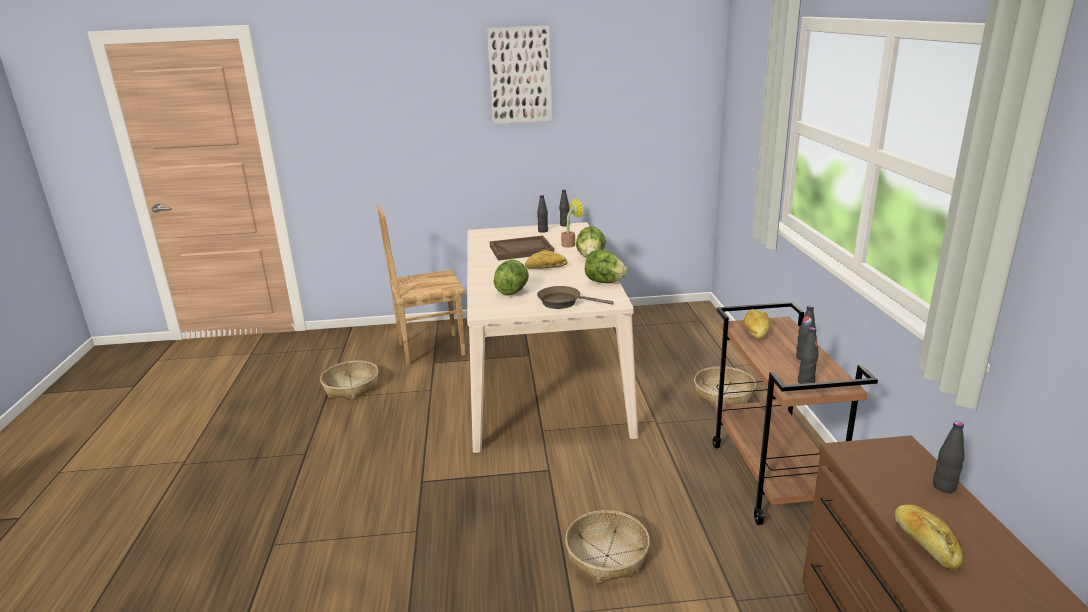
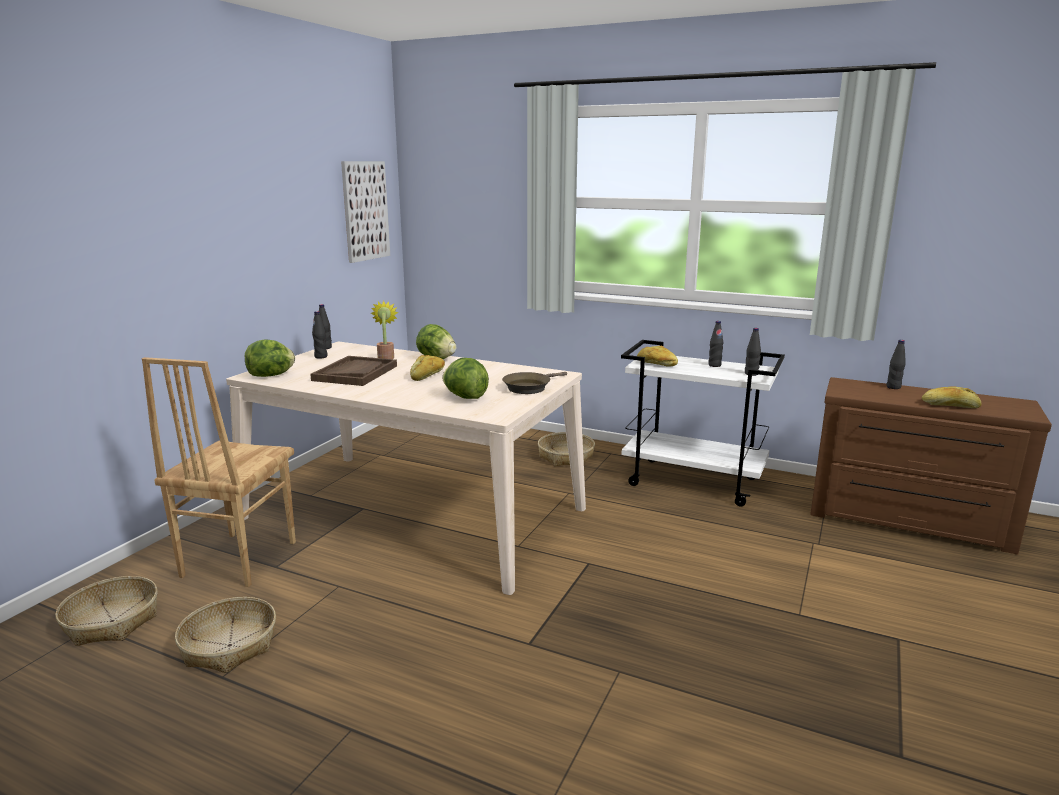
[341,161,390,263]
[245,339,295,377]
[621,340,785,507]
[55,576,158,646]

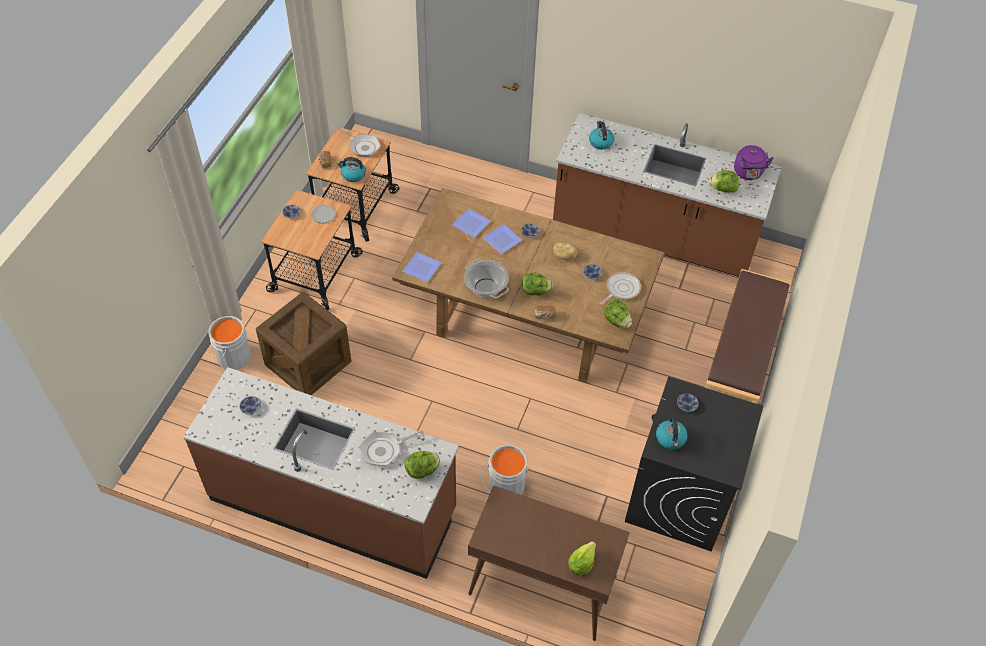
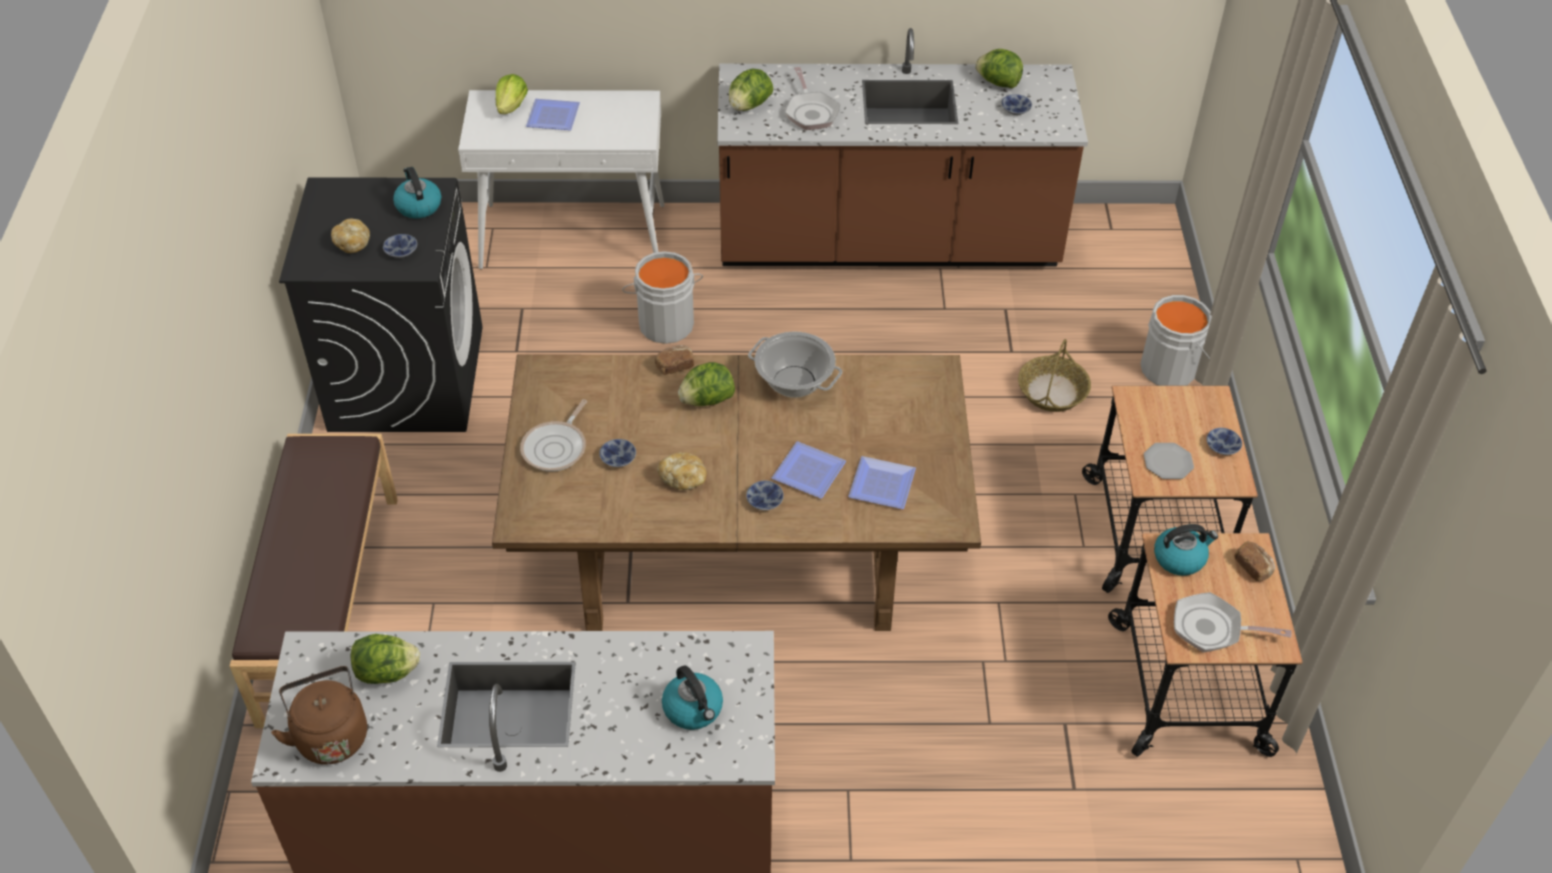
[271,666,367,765]
[526,99,580,130]
[1018,339,1091,412]
[975,49,1023,88]
[785,67,841,130]
[458,90,665,269]
[331,219,370,253]

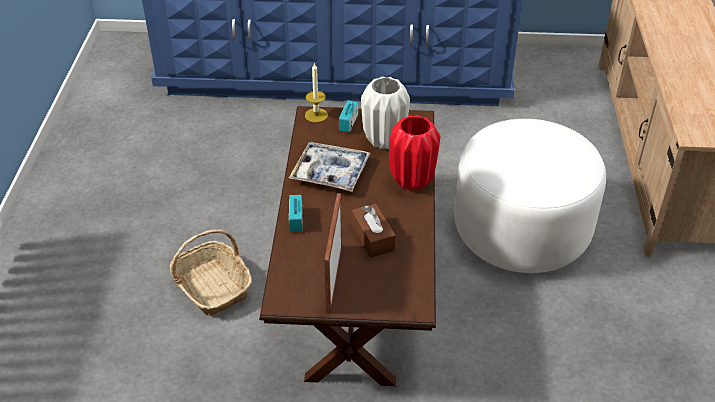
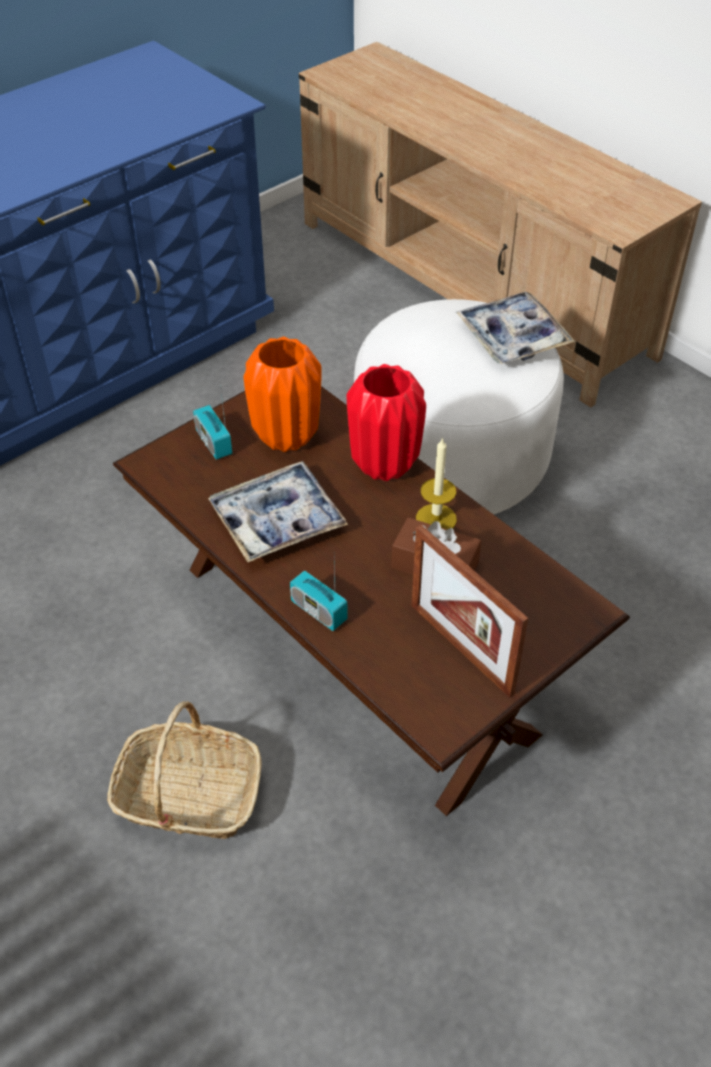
[416,437,457,529]
[244,337,321,452]
[456,291,575,364]

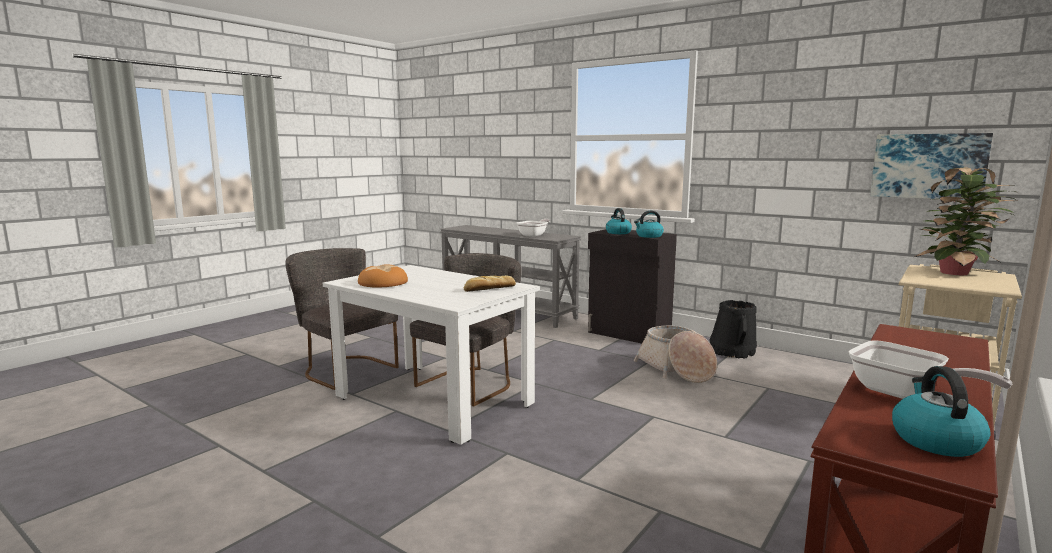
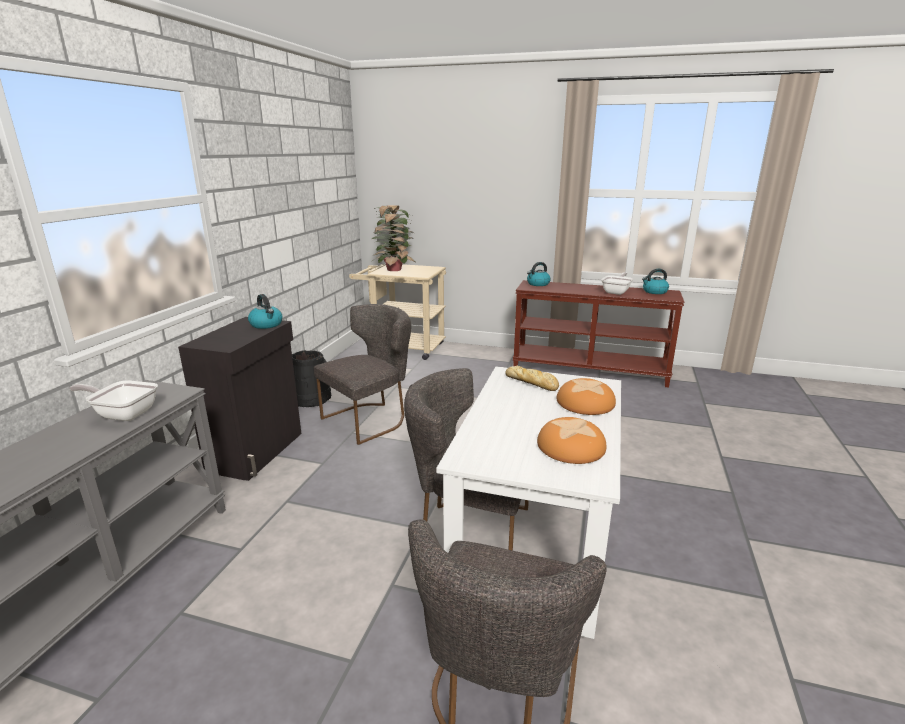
[870,133,993,200] (first image)
[527,262,551,286]
[314,304,411,445]
[557,378,616,415]

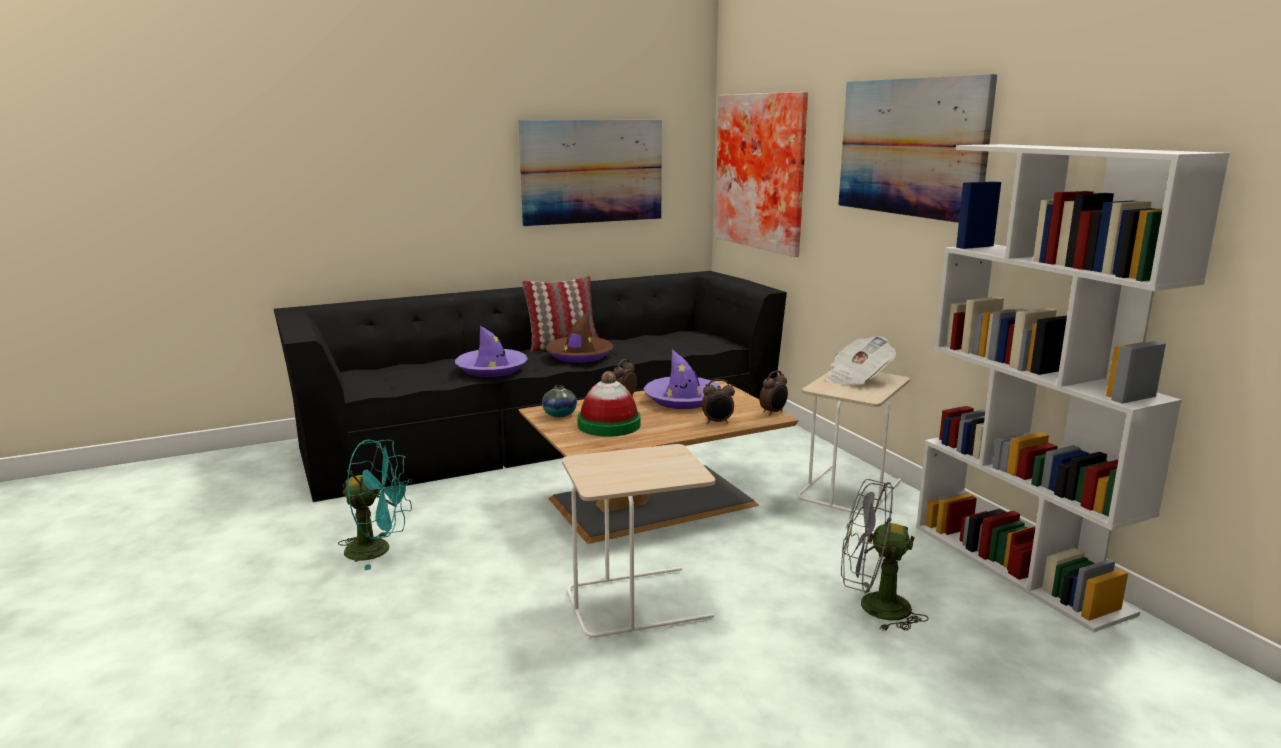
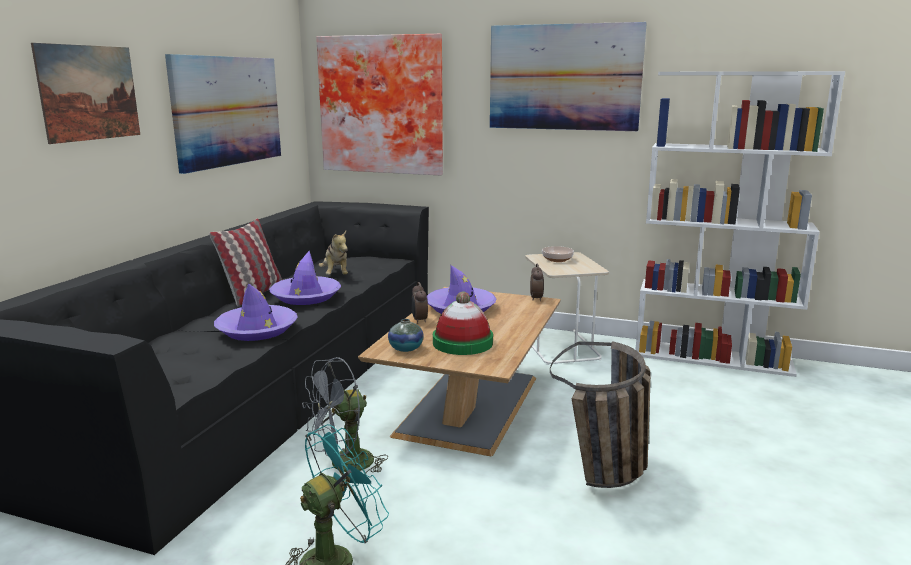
[269,251,341,305]
[542,246,574,262]
[702,379,735,423] (first image)
[550,341,651,488]
[302,357,388,473]
[31,43,140,144]
[319,231,348,275]

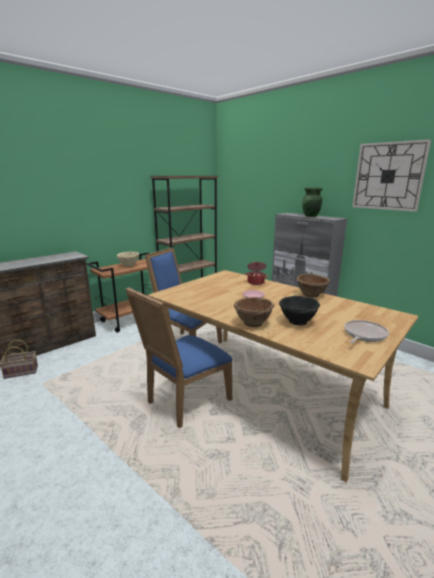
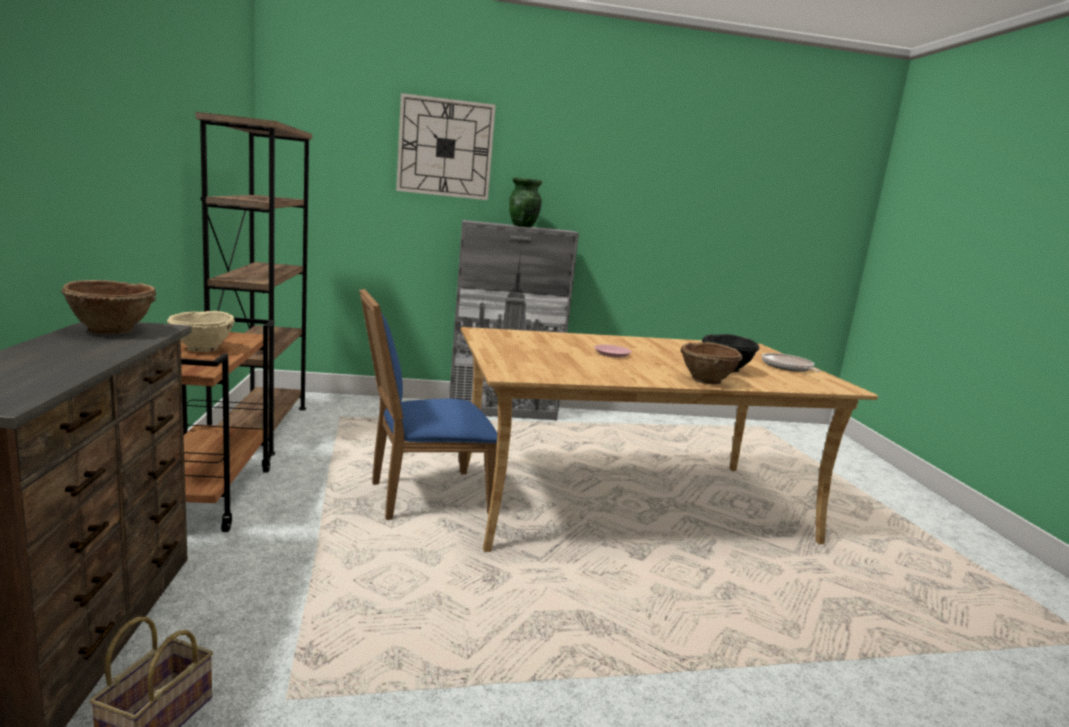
[396,93,496,200]
[245,262,268,285] (first image)
[61,280,157,334]
[125,287,233,428] (first image)

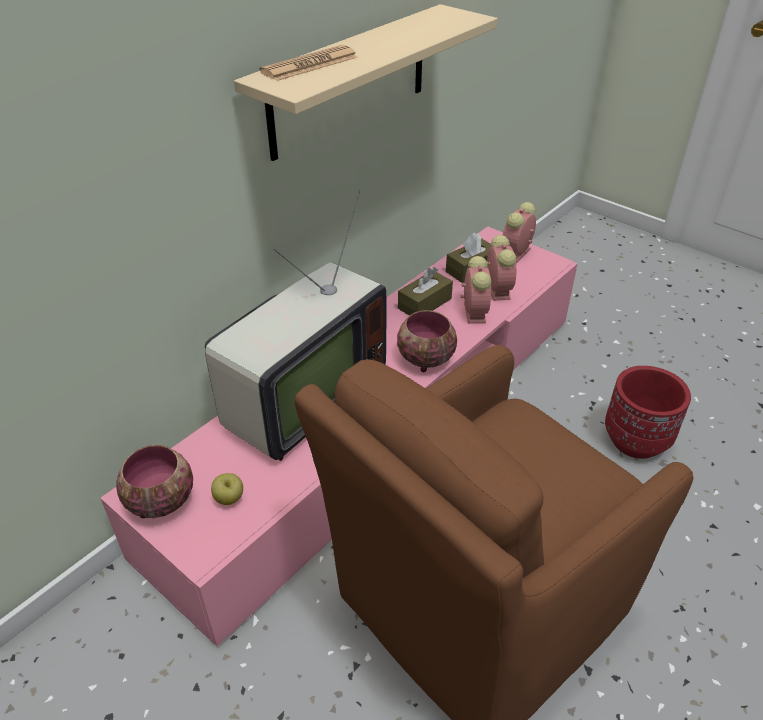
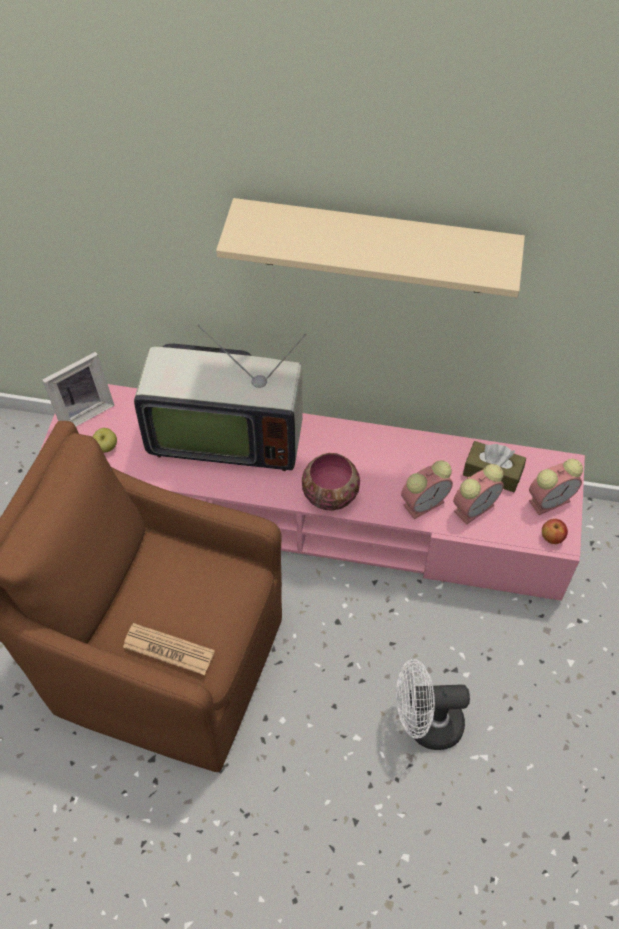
[123,623,215,675]
[529,459,583,515]
[398,267,453,316] (first image)
[396,659,470,750]
[42,352,114,426]
[542,519,568,544]

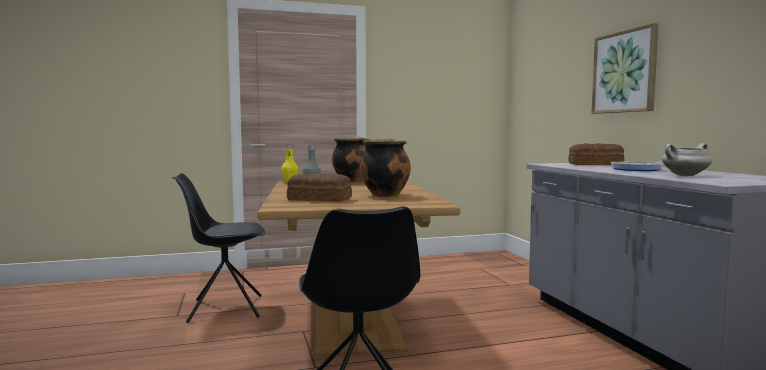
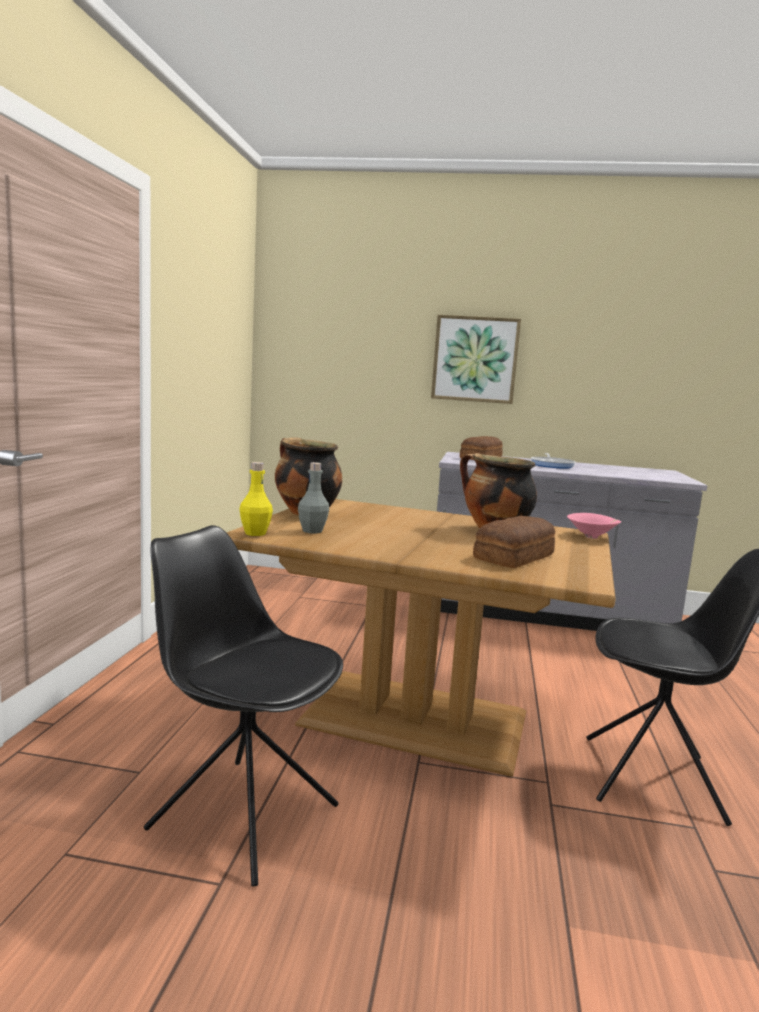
[662,143,712,176] (first image)
[144,525,343,887]
[567,513,621,539]

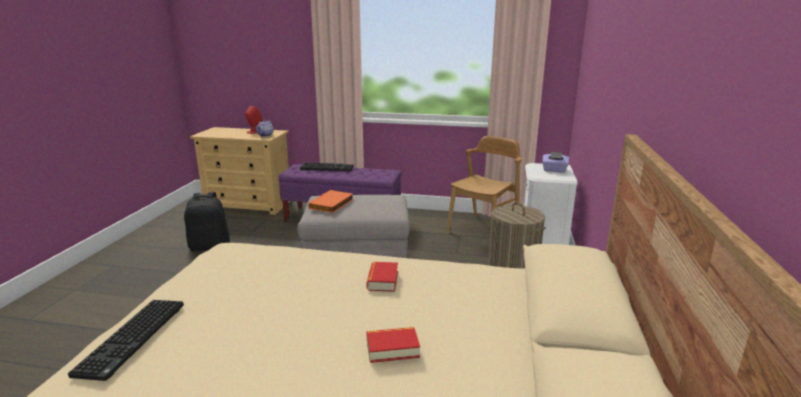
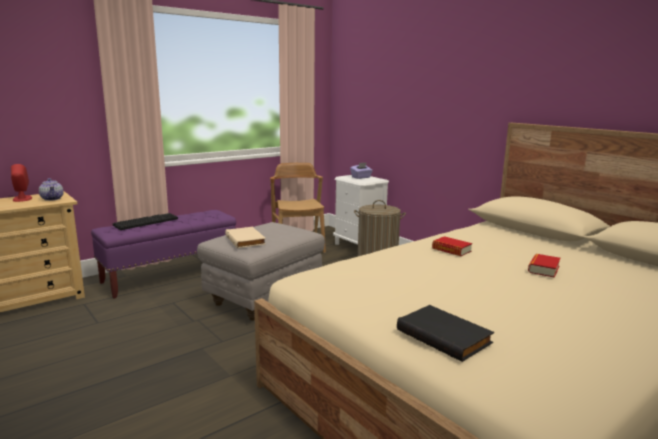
[225,227,266,248]
[184,192,230,251] (first image)
[397,305,494,362]

